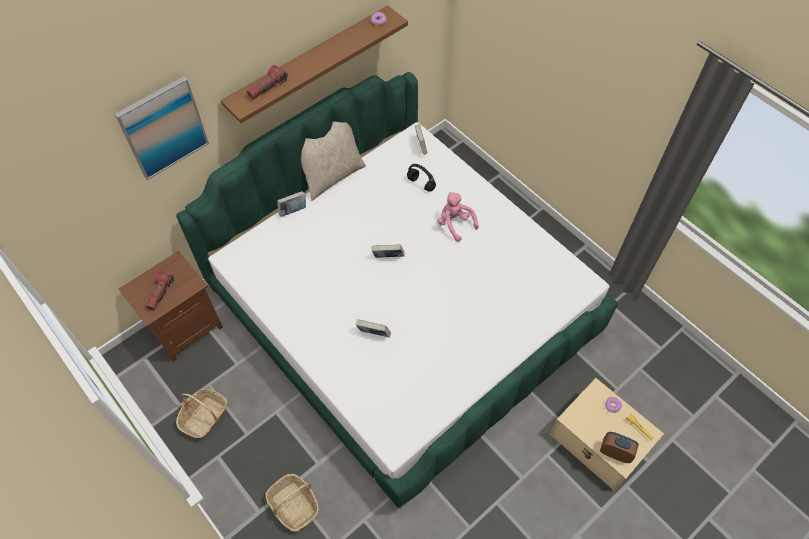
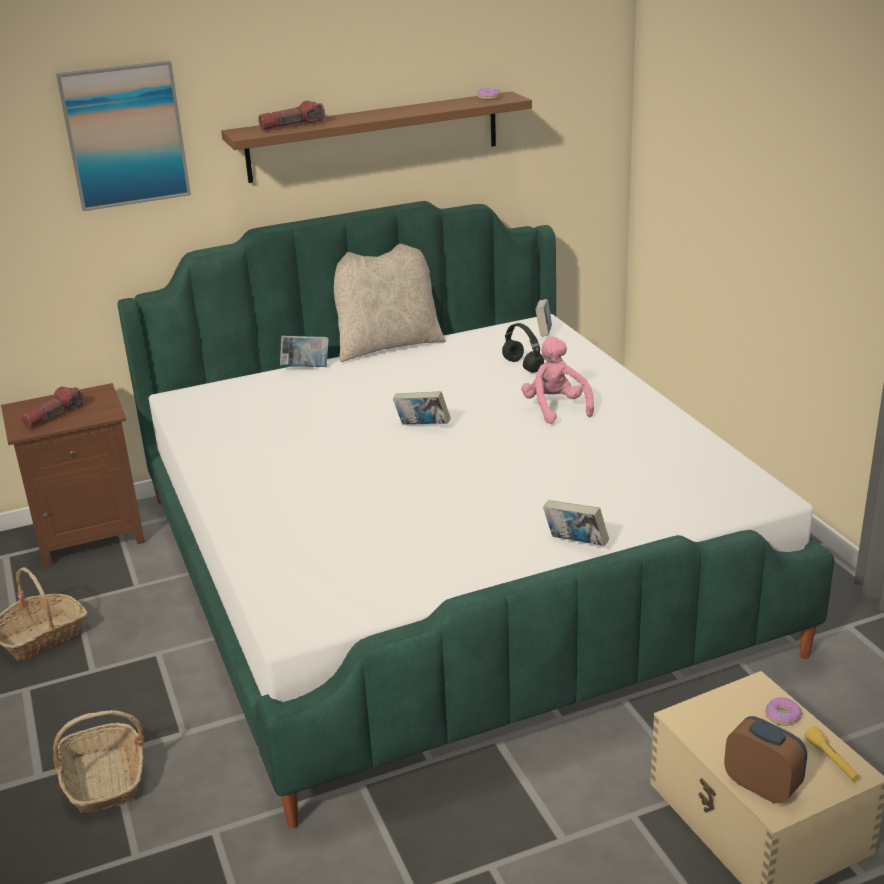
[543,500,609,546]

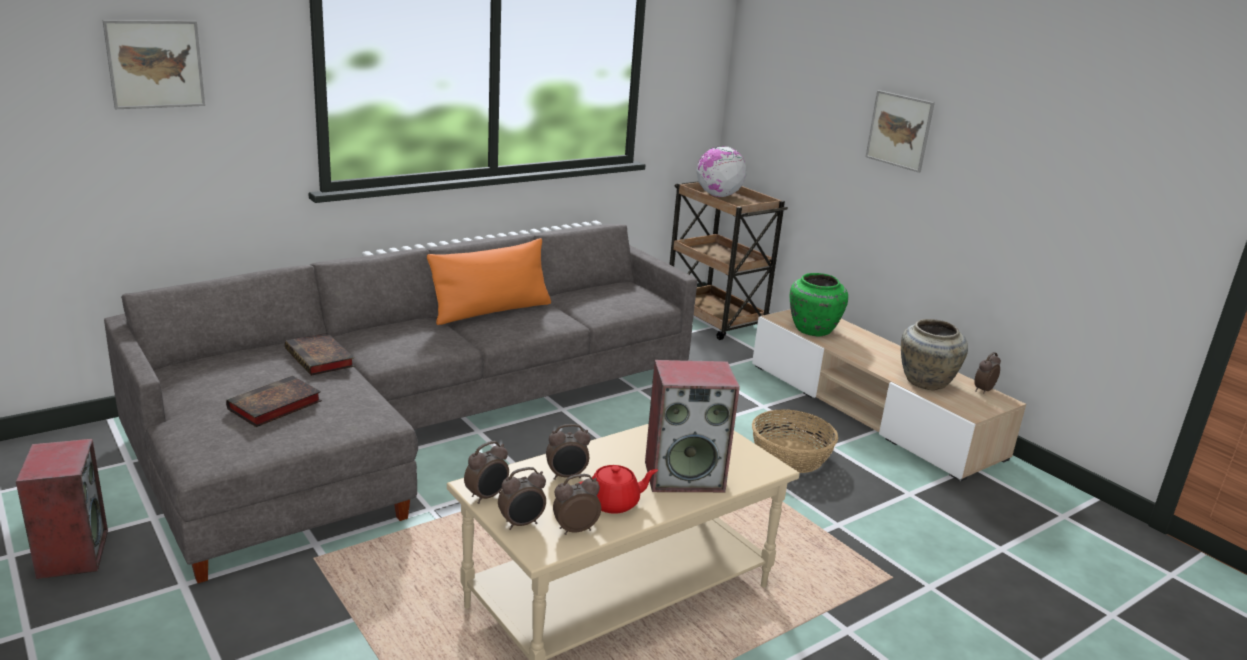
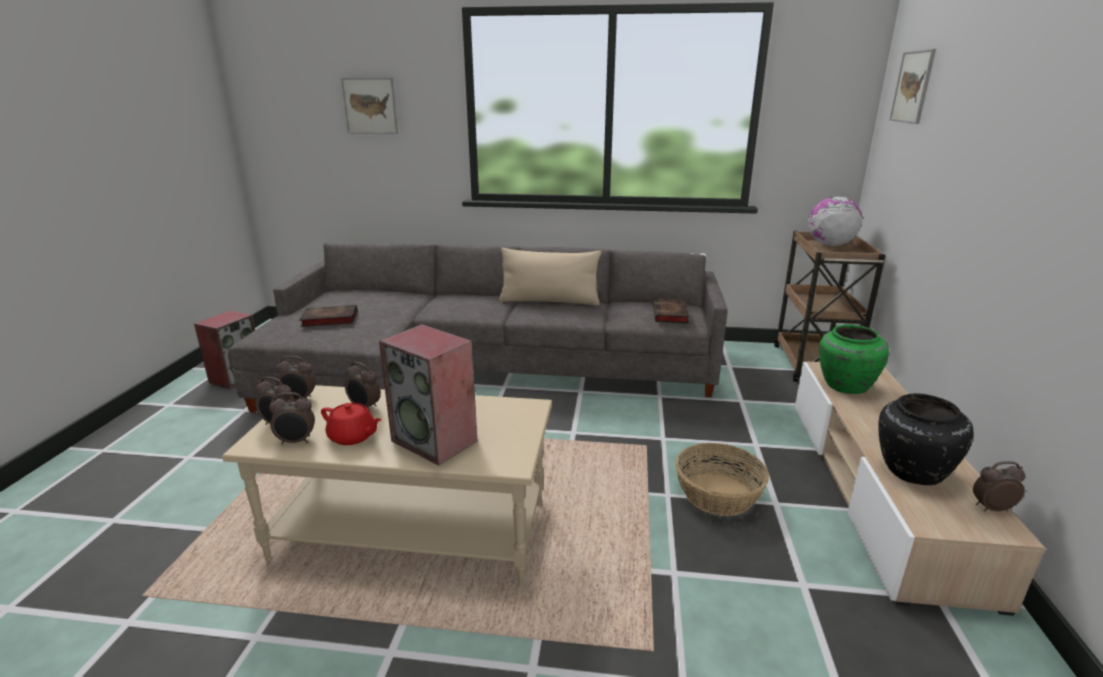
[889,49,936,124]
[499,248,602,306]
[878,393,973,485]
[652,298,690,323]
[269,392,315,445]

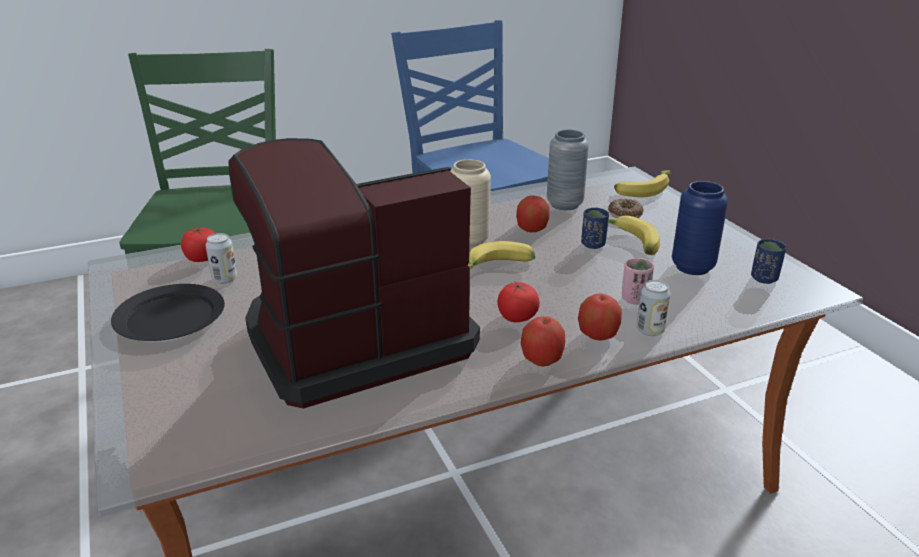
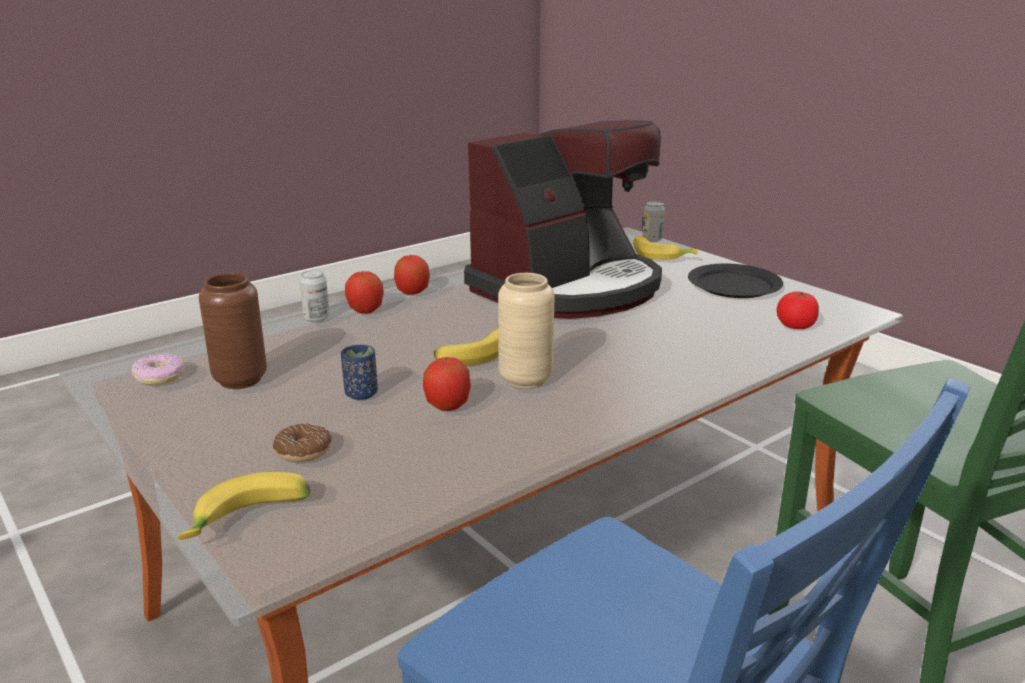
[547,130,589,210] (first image)
[199,273,267,389]
[633,236,698,260]
[642,201,665,242]
[132,353,185,385]
[622,258,654,305] (first image)
[497,282,540,322] (first image)

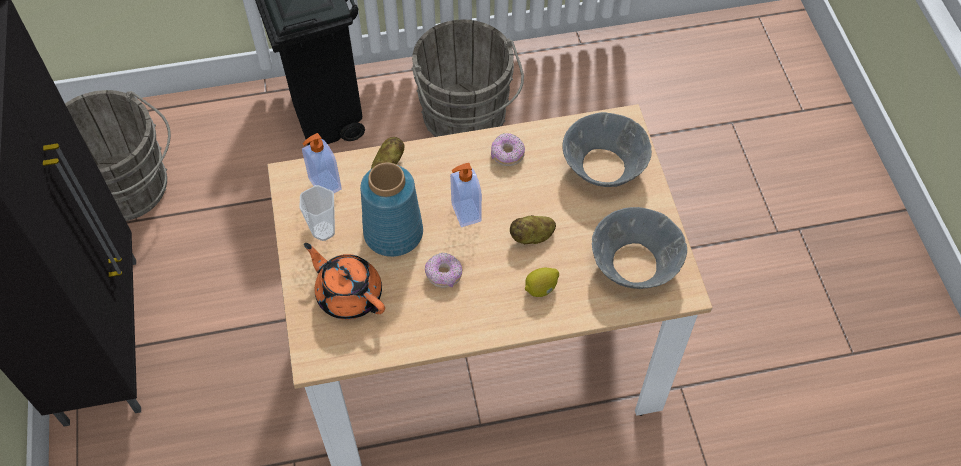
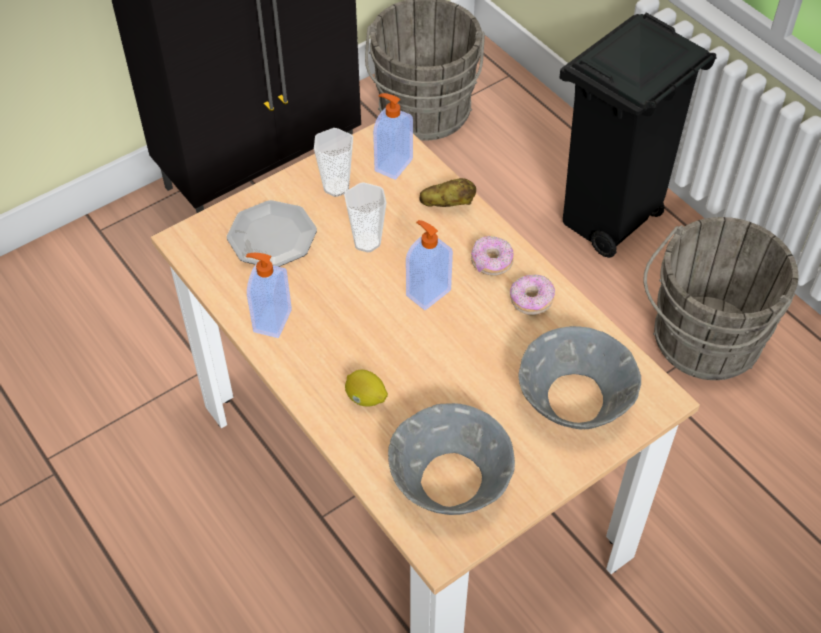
[344,182,387,253]
[510,215,556,244] (first image)
[227,200,317,267]
[471,236,513,275]
[246,253,292,338]

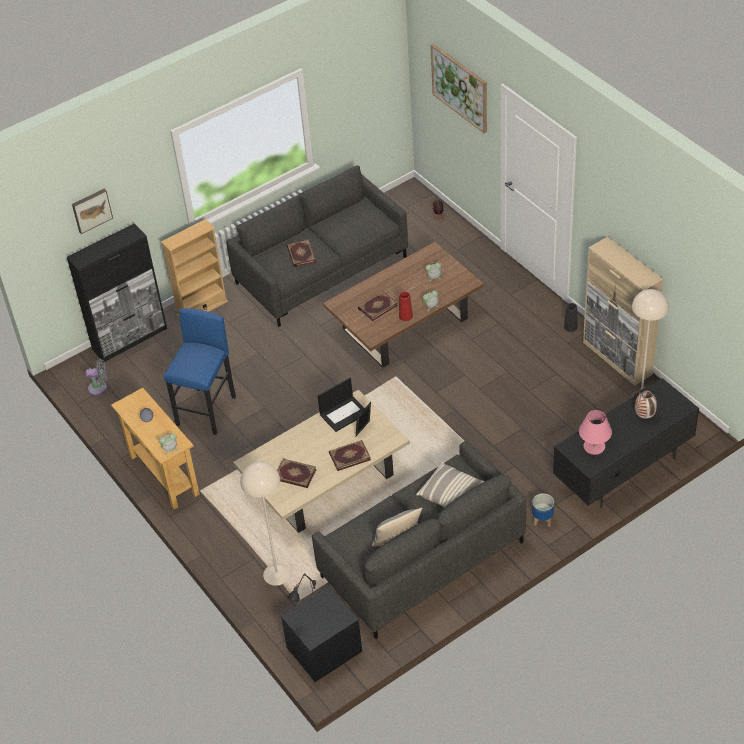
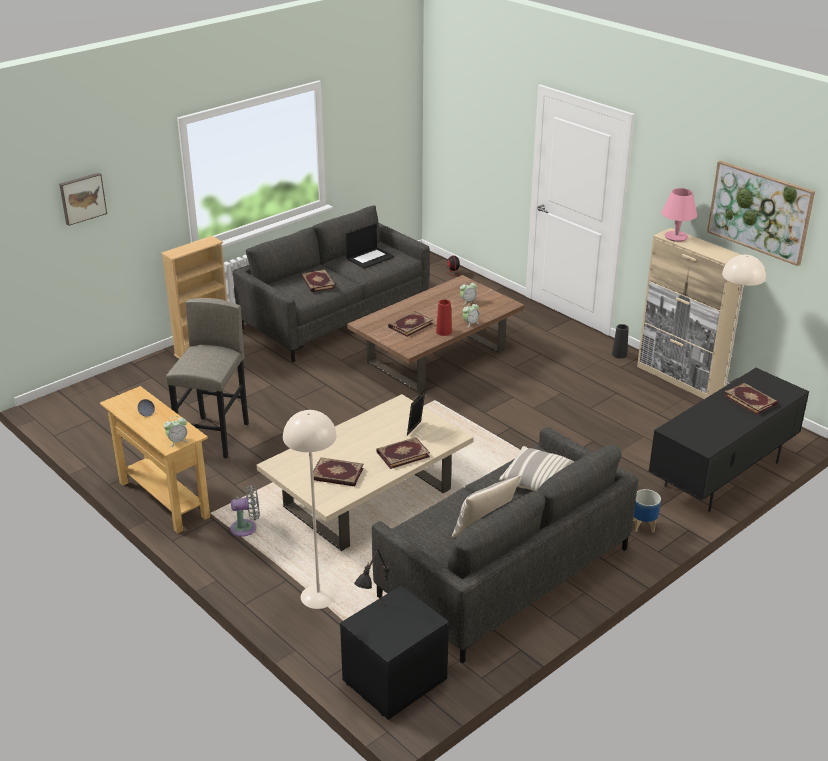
[707,161,815,266]
[67,223,167,362] (first image)
[166,298,249,459]
[230,485,260,537]
[346,223,394,269]
[724,383,778,415]
[662,188,697,242]

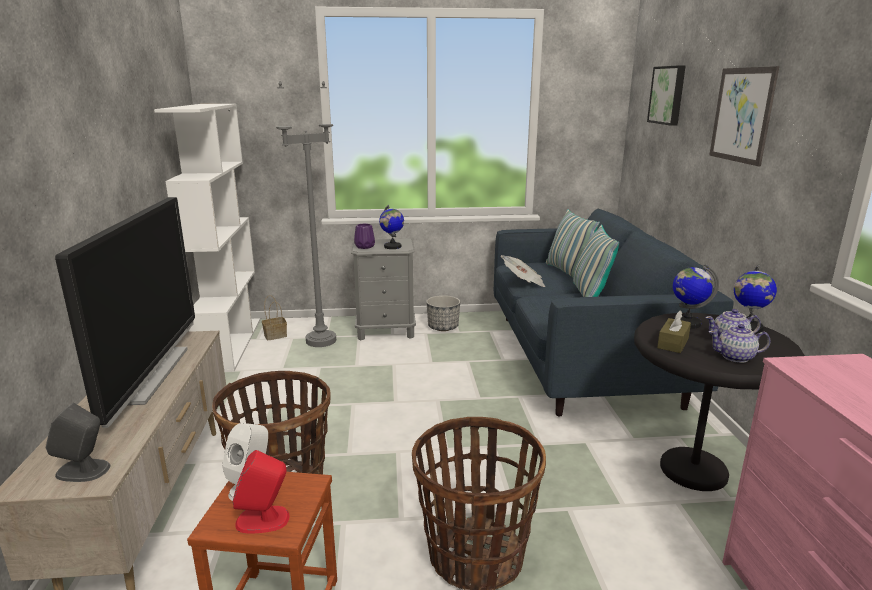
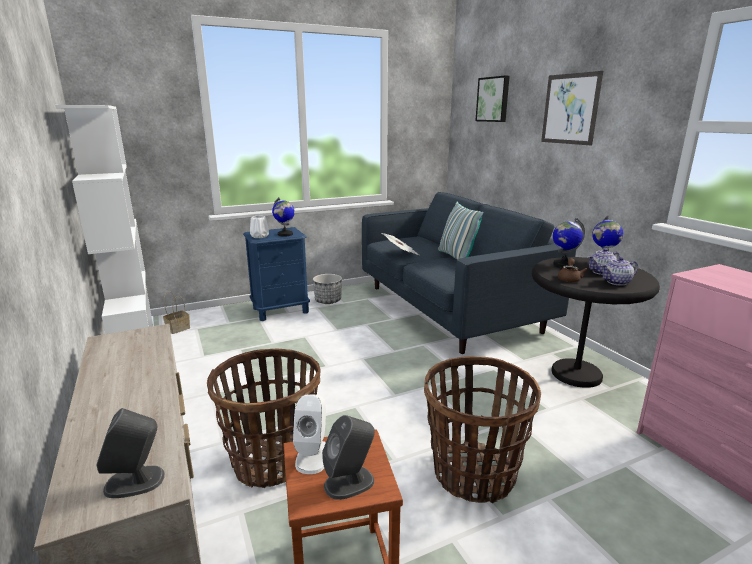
[276,81,336,347] (first image)
[55,197,195,428] (first image)
[546,209,600,278] (first image)
[250,216,269,238]
[243,227,310,321]
[558,258,588,282]
[322,415,375,500]

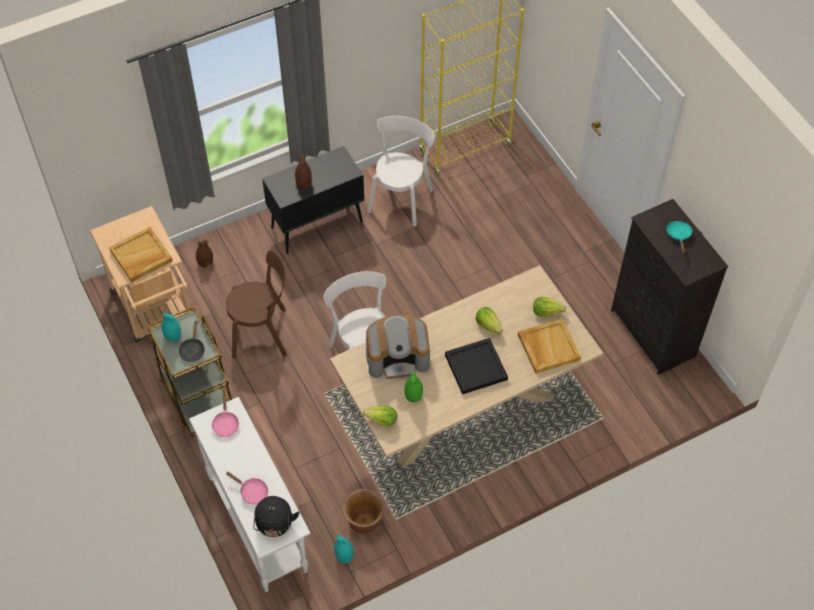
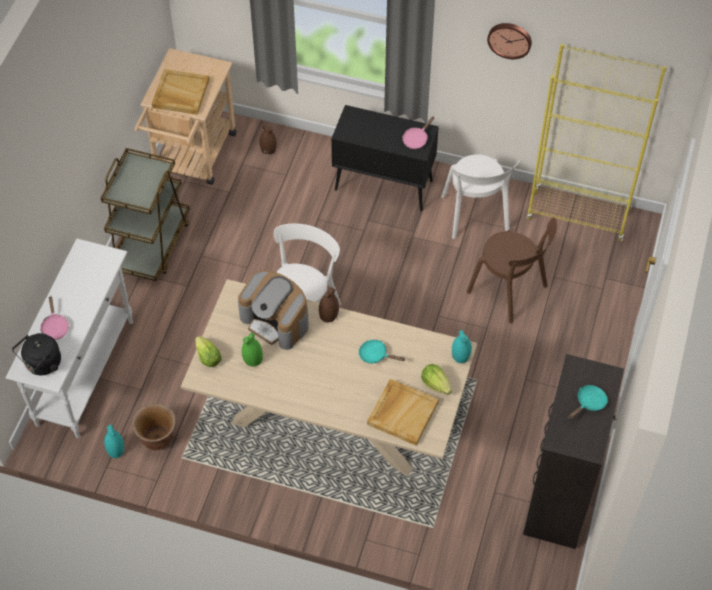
[441,154,520,239]
[319,287,339,323]
[467,217,557,324]
[359,340,406,363]
[452,330,472,363]
[179,321,205,362] (first image)
[445,338,508,394] (first image)
[402,116,434,149]
[487,23,532,59]

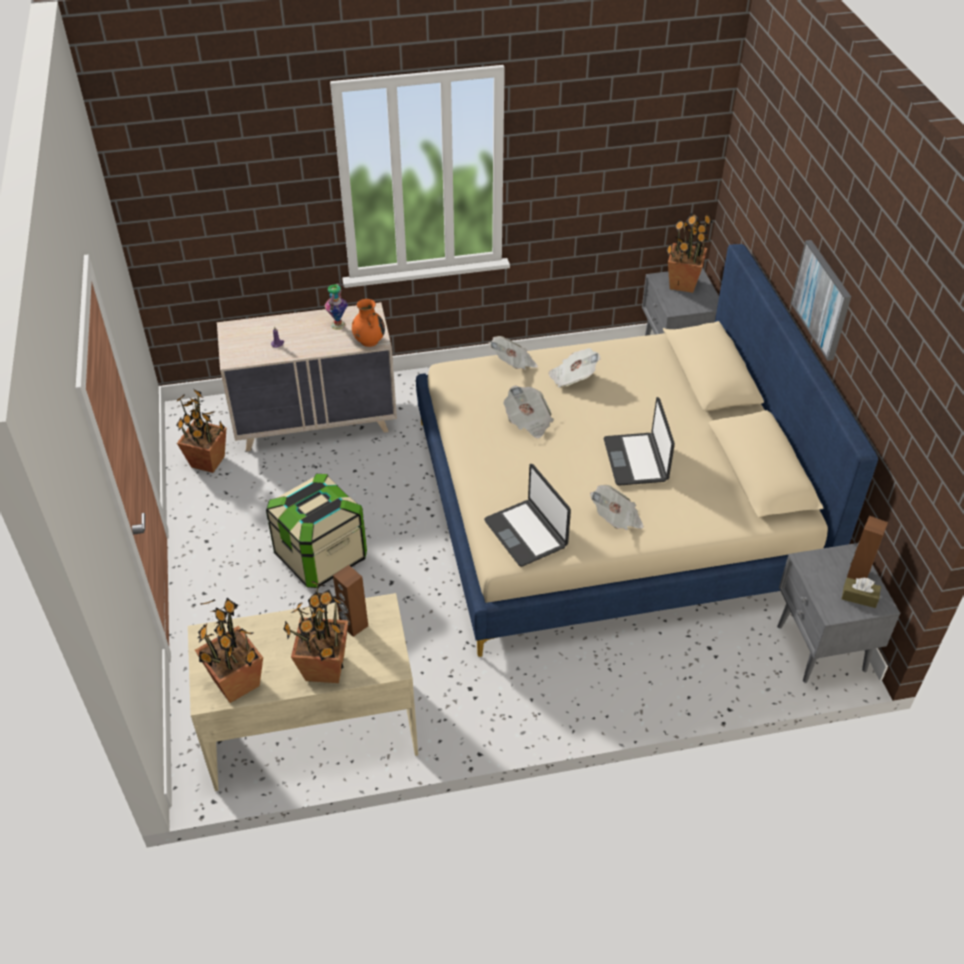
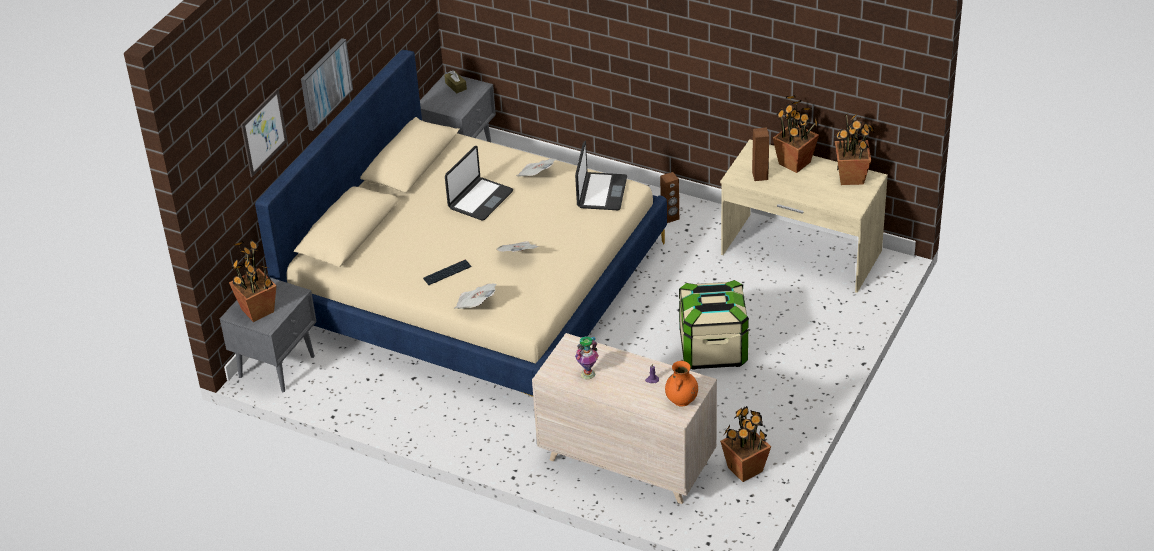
[665,361,698,407]
[423,259,472,285]
[660,172,679,223]
[241,88,287,177]

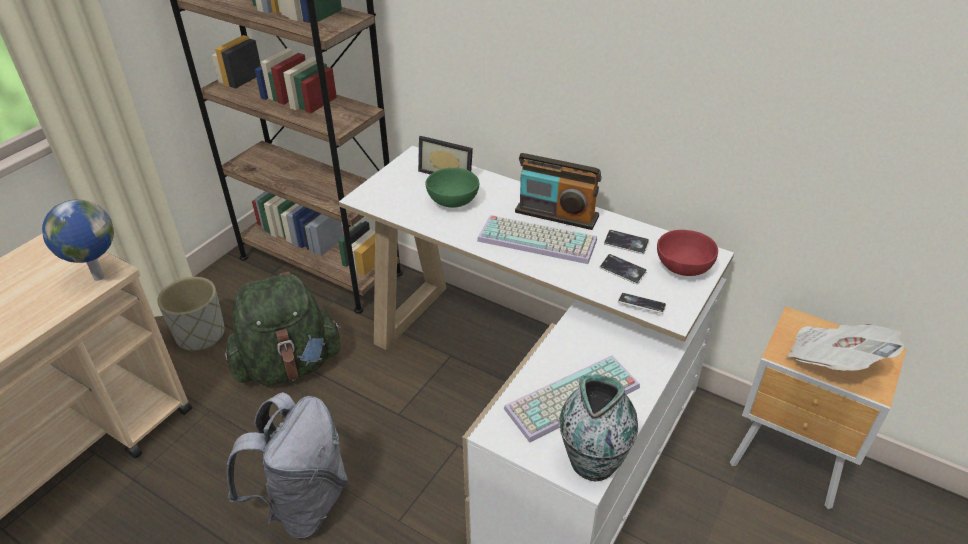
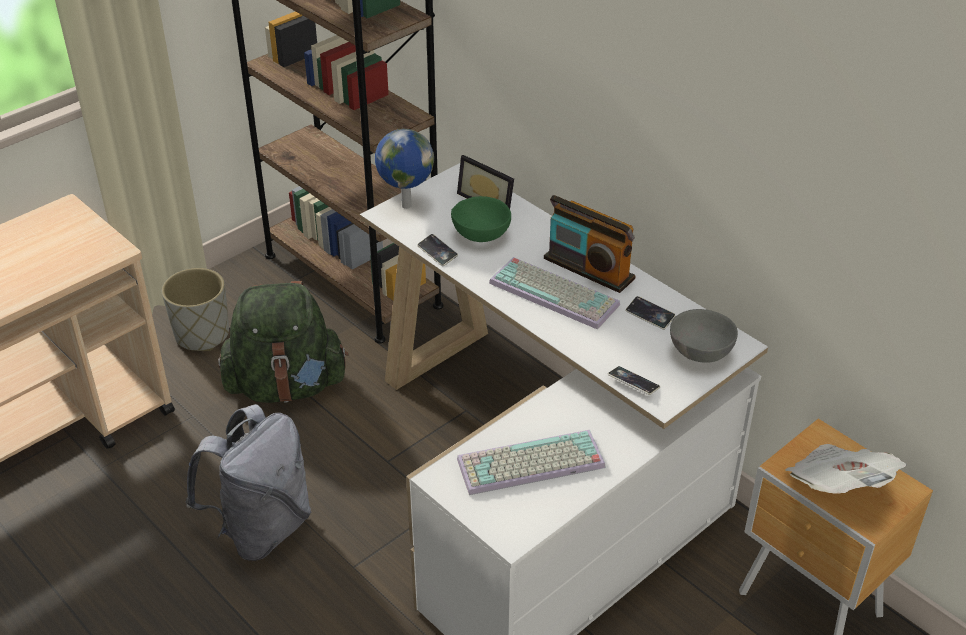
[375,129,434,209]
[670,309,738,363]
[417,234,458,266]
[559,374,638,481] (first image)

